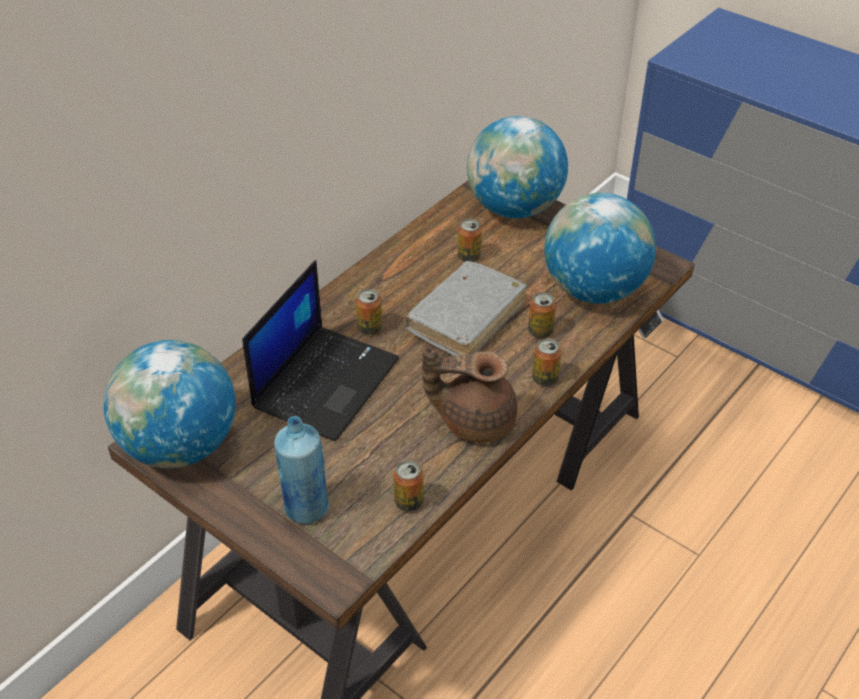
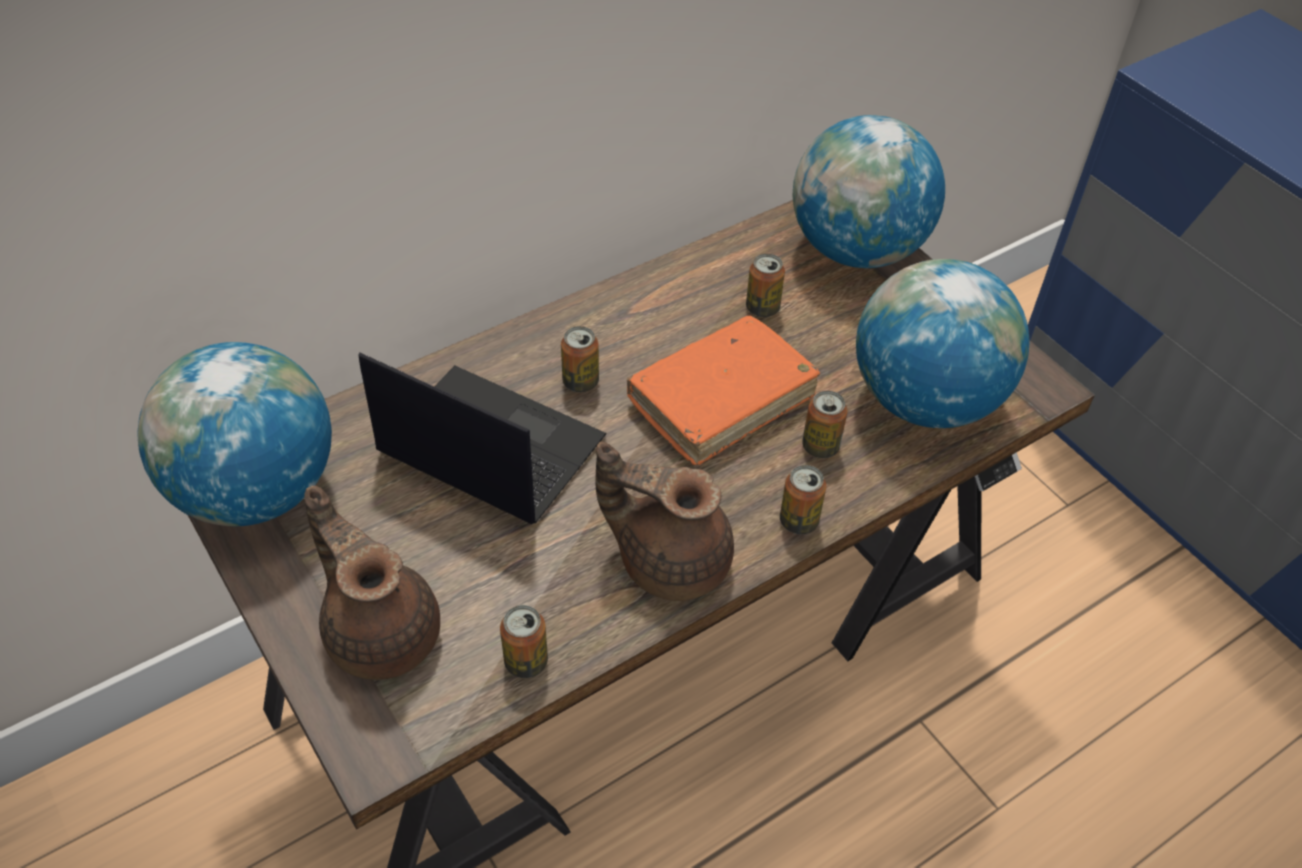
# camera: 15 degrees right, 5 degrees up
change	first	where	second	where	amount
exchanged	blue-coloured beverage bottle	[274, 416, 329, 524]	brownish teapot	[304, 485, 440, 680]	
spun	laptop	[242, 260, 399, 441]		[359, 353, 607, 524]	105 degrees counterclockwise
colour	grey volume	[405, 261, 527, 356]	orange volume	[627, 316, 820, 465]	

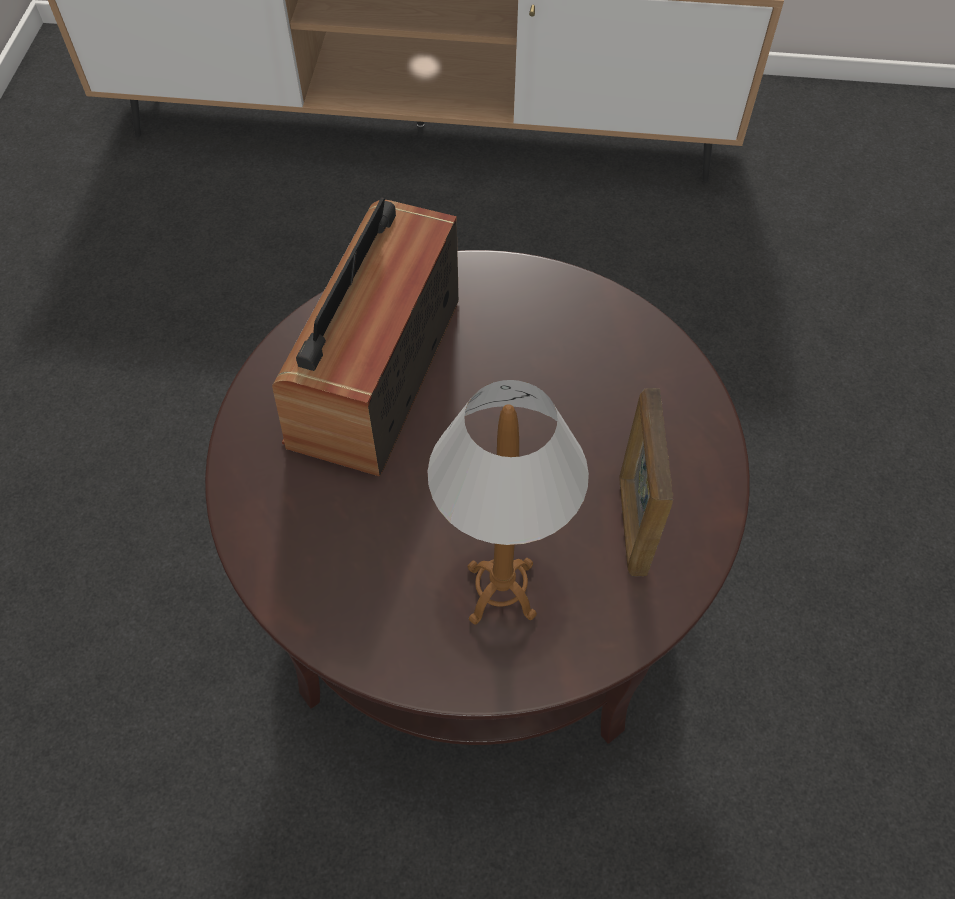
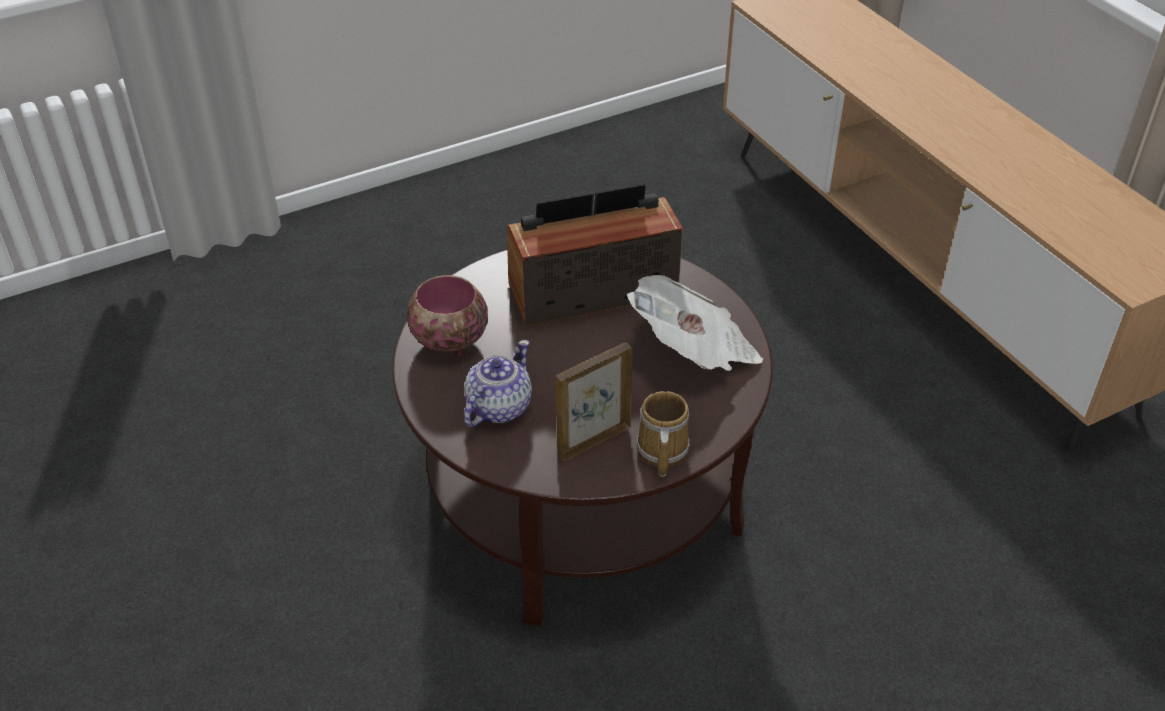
# camera: 55 degrees right, 15 degrees down
change	first	where	second	where	amount
appeared			serving bowl	[407, 275, 488, 357]	
exchanged	lamp for a table	[428, 380, 589, 625]	teapot	[464, 340, 532, 427]	
appeared			daily paper	[627, 275, 763, 371]	
appeared			mug	[636, 391, 690, 477]	

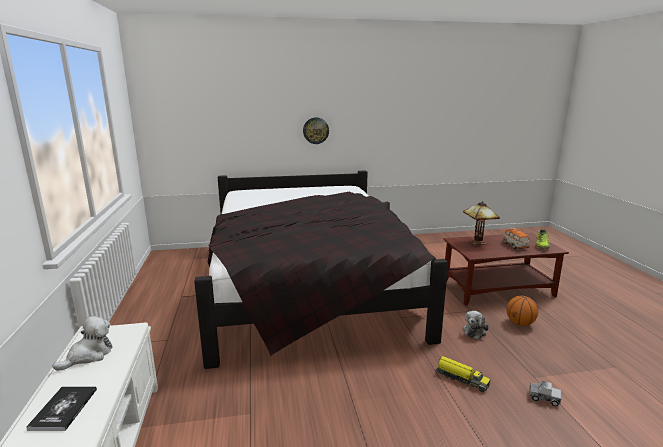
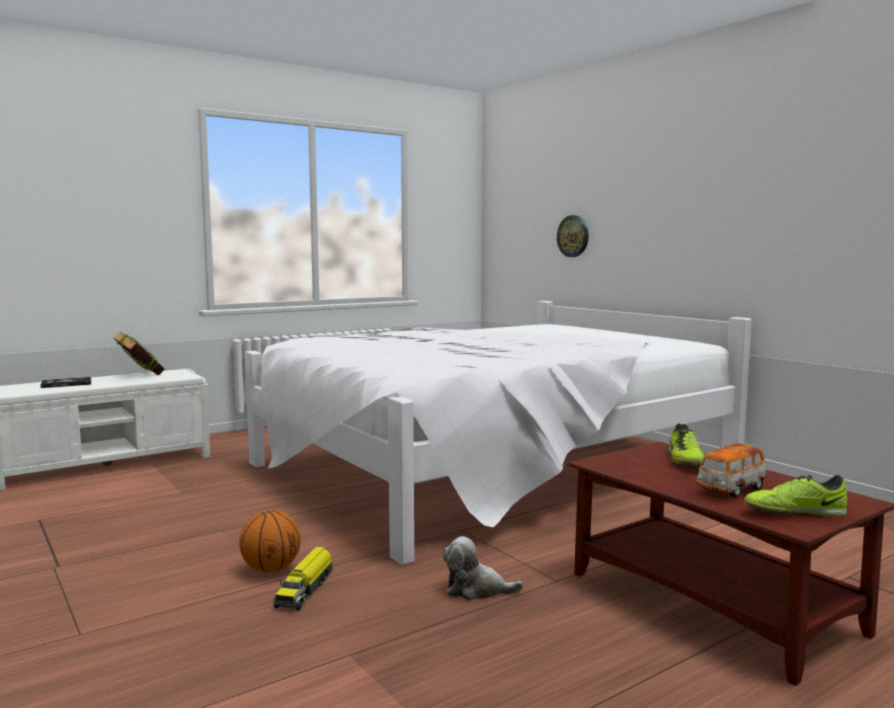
# camera: 65 degrees right, 10 degrees down
change	first	where	second	where	amount
exchanged	soft toy	[52, 316, 112, 371]	volume	[113, 331, 164, 376]	
relocated	basketball	[506, 296, 538, 326]		[239, 510, 301, 573]	
colour	blackish bed	[194, 171, 448, 369]	white-coloured bed	[245, 301, 752, 565]	
relocated	wall clock	[303, 117, 329, 144]		[557, 215, 589, 257]	
exchanged	lamp for a table	[463, 201, 500, 245]	item of footwear	[669, 423, 705, 465]	
missing	toy truck	[529, 381, 561, 407]			

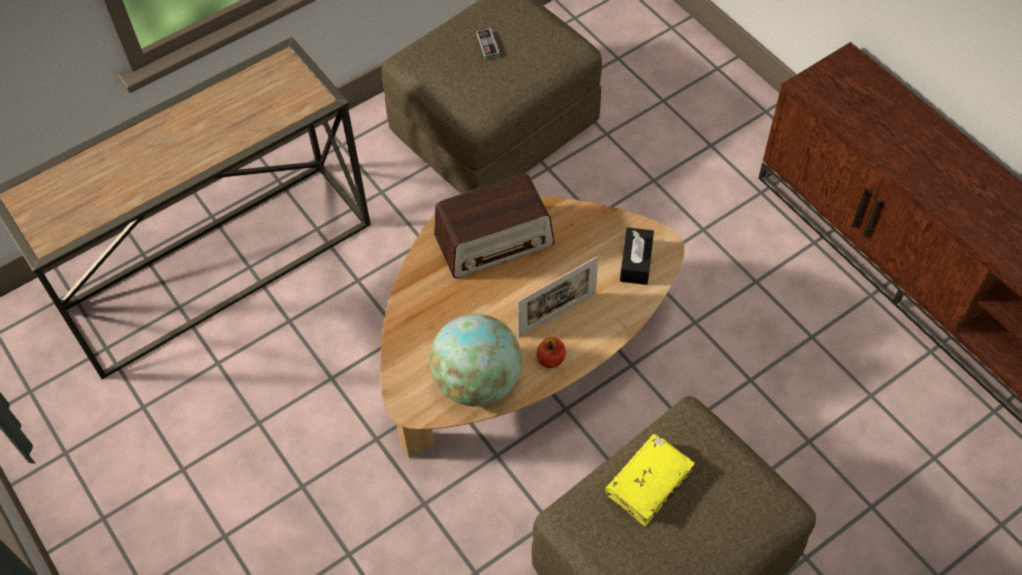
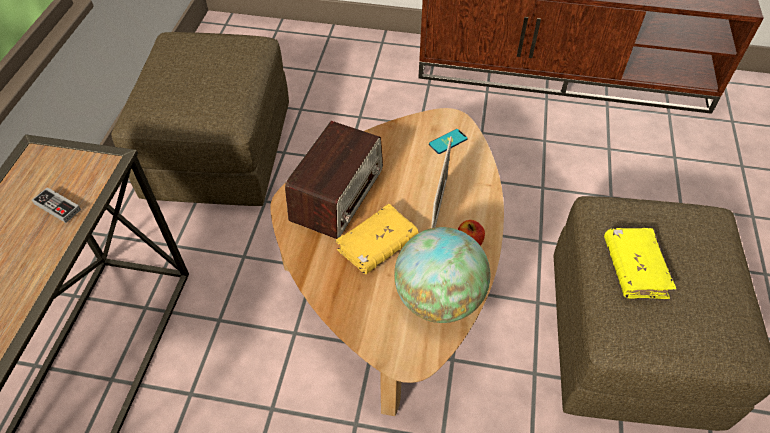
# camera: 45 degrees left, 5 degrees down
change	first	where	second	where	amount
relocated	game controller	[476, 28, 500, 59]		[32, 187, 81, 223]	
appeared			yellowish volume	[335, 204, 419, 274]	
exchanged	blackish tissue holder	[620, 227, 654, 285]	handset	[429, 129, 468, 154]	

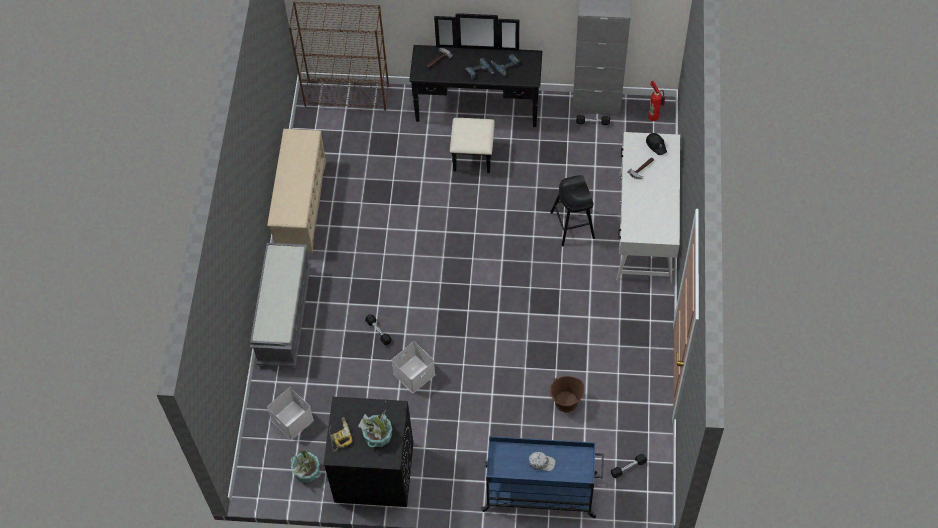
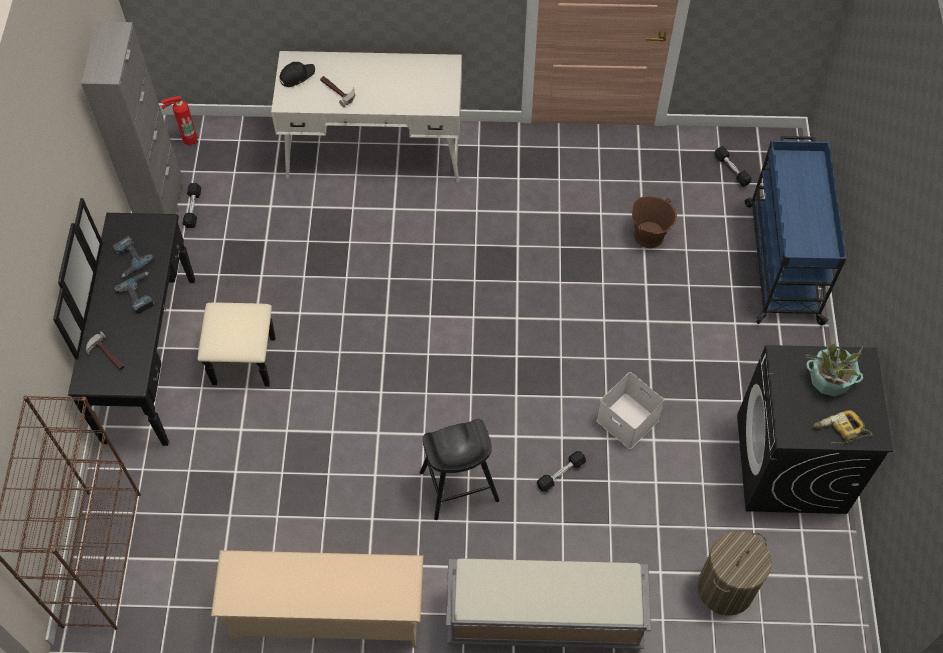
# camera: 95 degrees left, 0 degrees up
change	first	where	second	where	amount
relocated	blackish sitting stool	[550, 175, 595, 246]		[420, 419, 500, 520]	
exchanged	white-coloured storage container	[267, 387, 314, 440]	washing basket	[698, 531, 771, 616]	
missing	potted plant	[290, 451, 321, 483]			
missing	white-coloured baseball cap	[529, 452, 555, 471]			

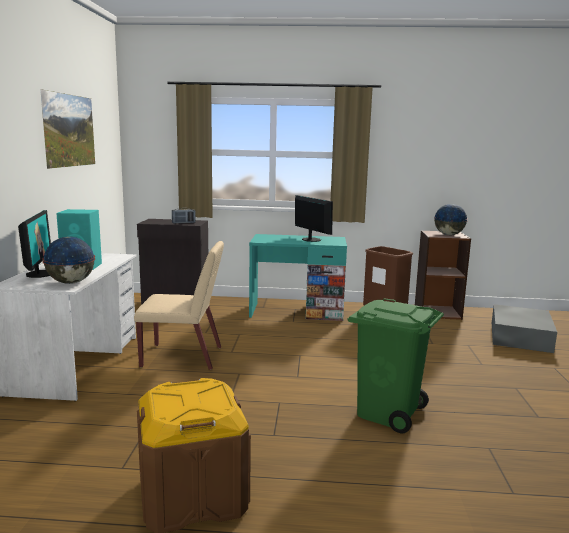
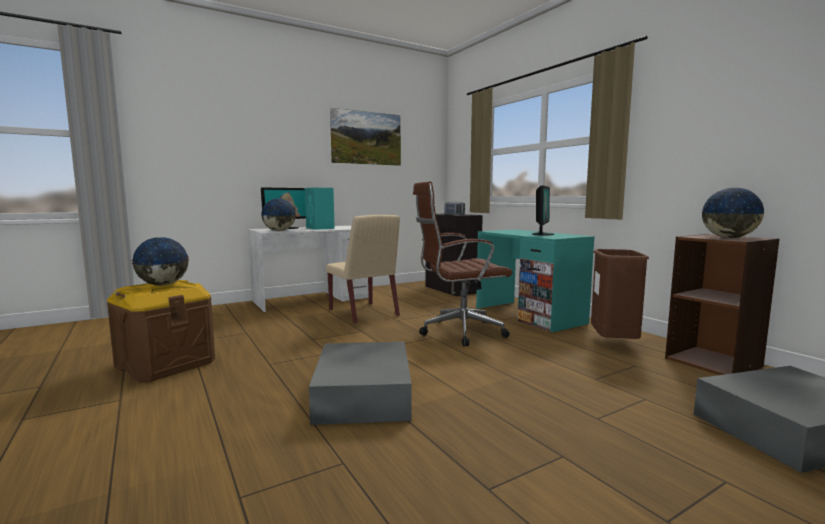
# camera: 55 degrees right, 5 degrees down
change	first	where	second	where	amount
appeared			globe	[131, 237, 189, 286]	
exchanged	green rubbish bin	[348, 298, 444, 433]	grey storage container	[309, 342, 412, 425]	
appeared			brownish desk chair	[413, 181, 513, 346]	

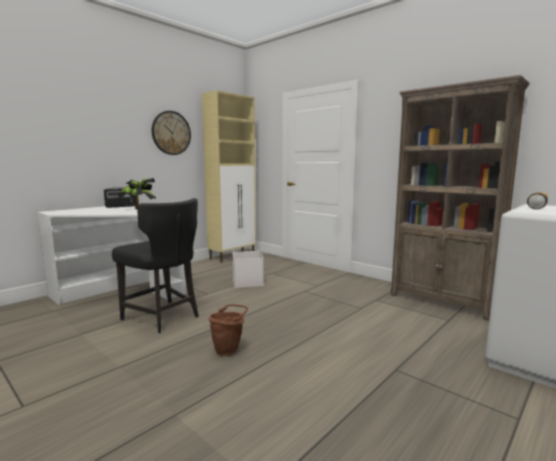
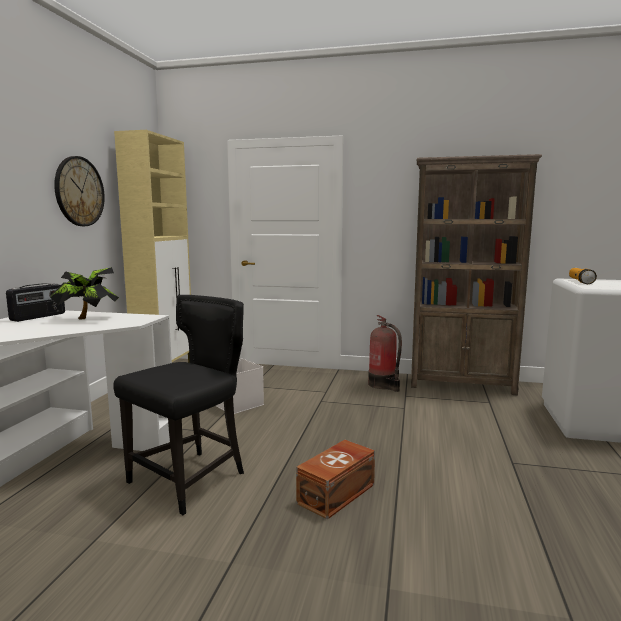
# camera: 30 degrees left, 0 degrees up
change	first	where	second	where	amount
spun	blackish plain chair	[112, 198, 199, 333]		[113, 295, 244, 515]	60 degrees counterclockwise
exchanged	brownish water bucket	[209, 304, 248, 356]	brownish storage container	[296, 440, 375, 520]	
appeared			extinguisher	[368, 315, 402, 392]	

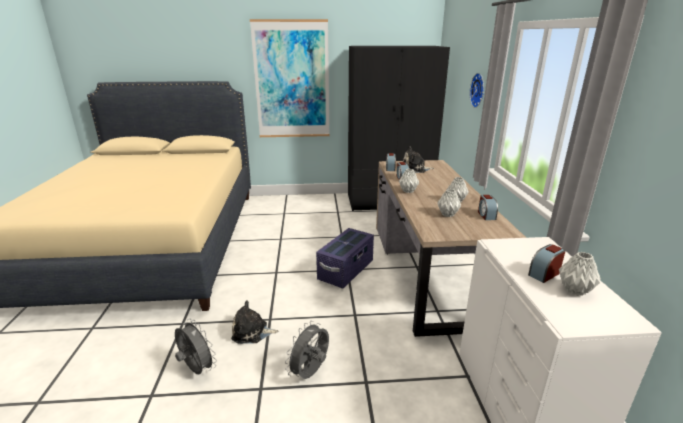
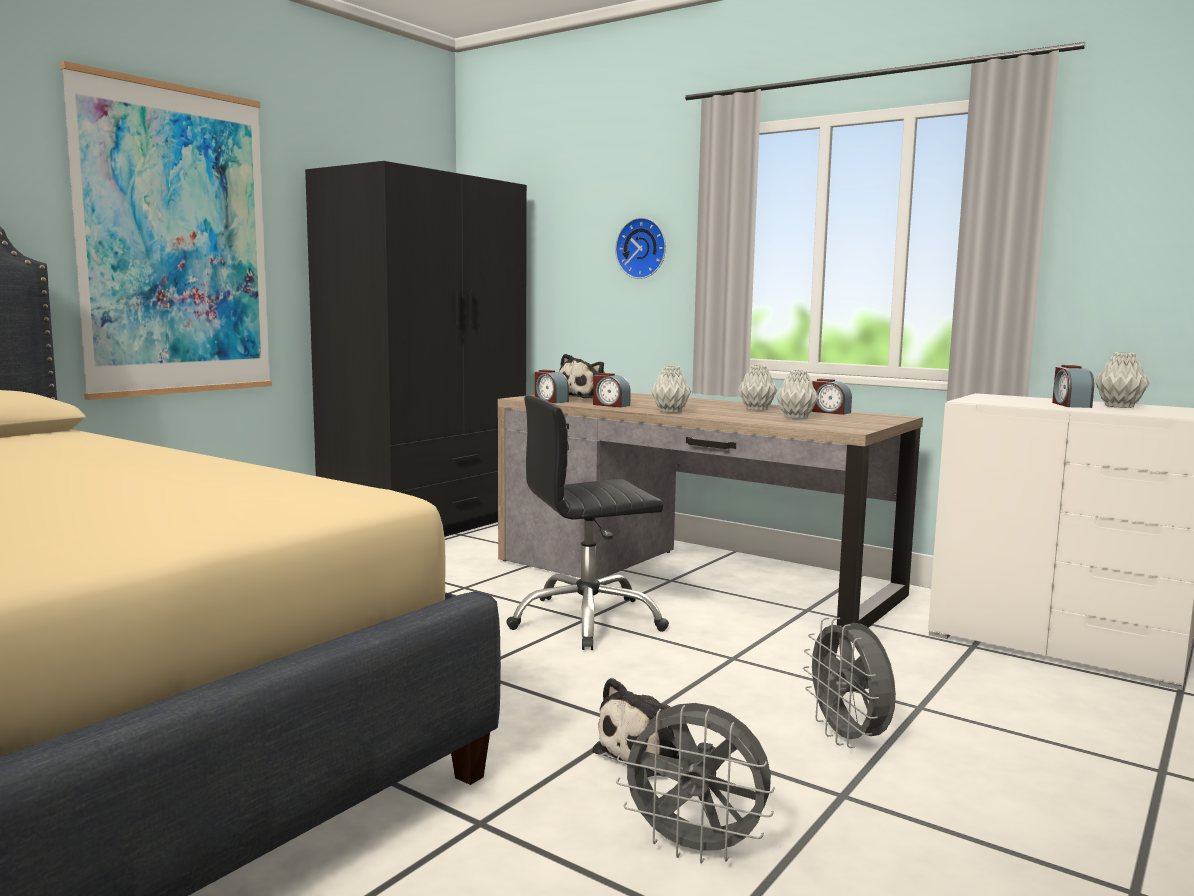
# camera: 50 degrees left, 15 degrees down
change	first	where	second	where	amount
exchanged	purplish storage container	[316, 228, 374, 288]	blackish desk chair	[506, 395, 669, 650]	
spun	grey electric fan	[175, 318, 217, 374]		[616, 703, 775, 864]	150 degrees counterclockwise

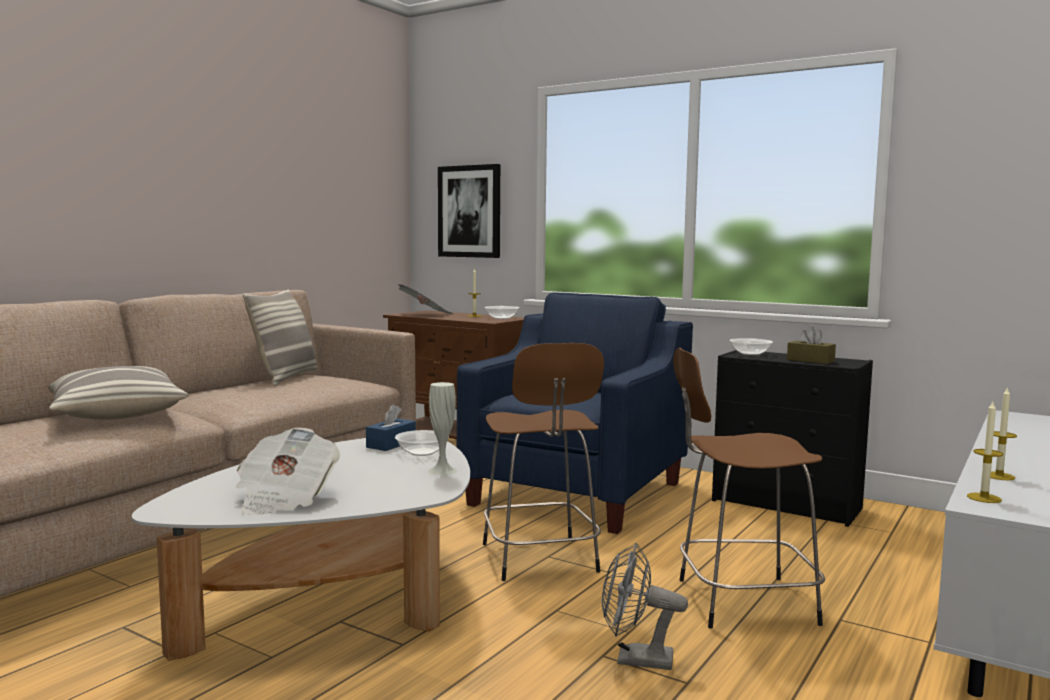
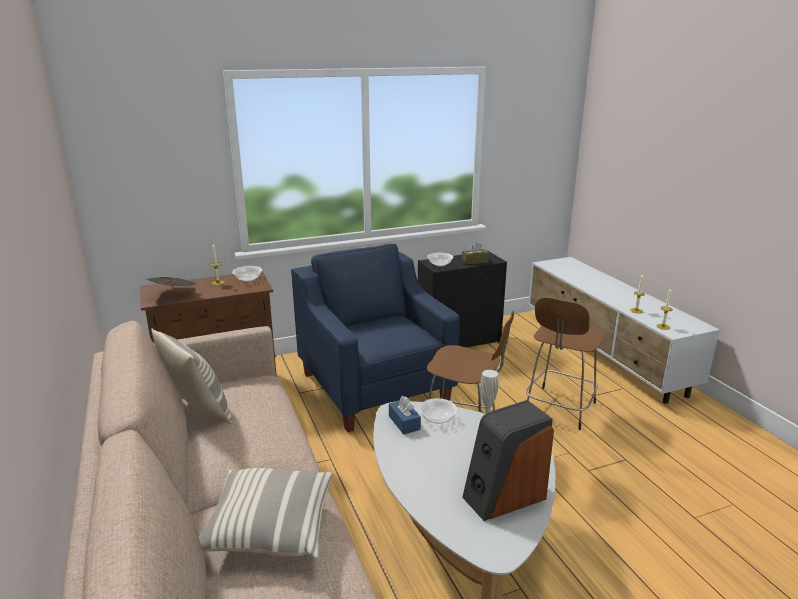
# camera: 55 degrees left, 15 degrees up
change	first	where	second	where	amount
exchanged	daily paper	[236, 428, 340, 515]	speaker	[462, 400, 554, 521]	
missing	picture	[438, 164, 500, 258]			
missing	grey electric fan	[602, 543, 688, 670]			

